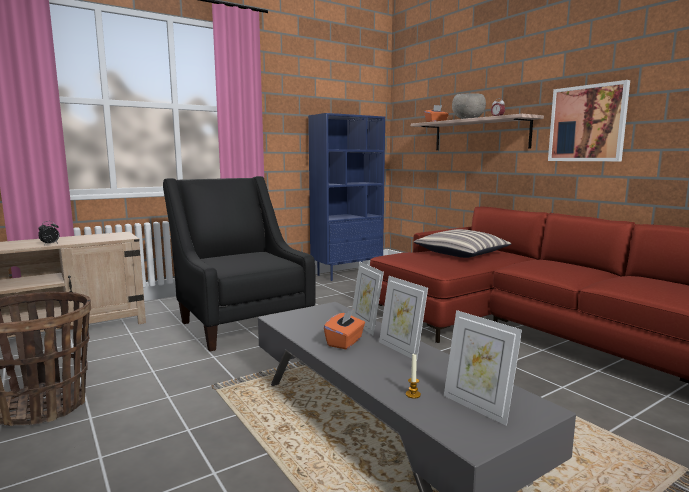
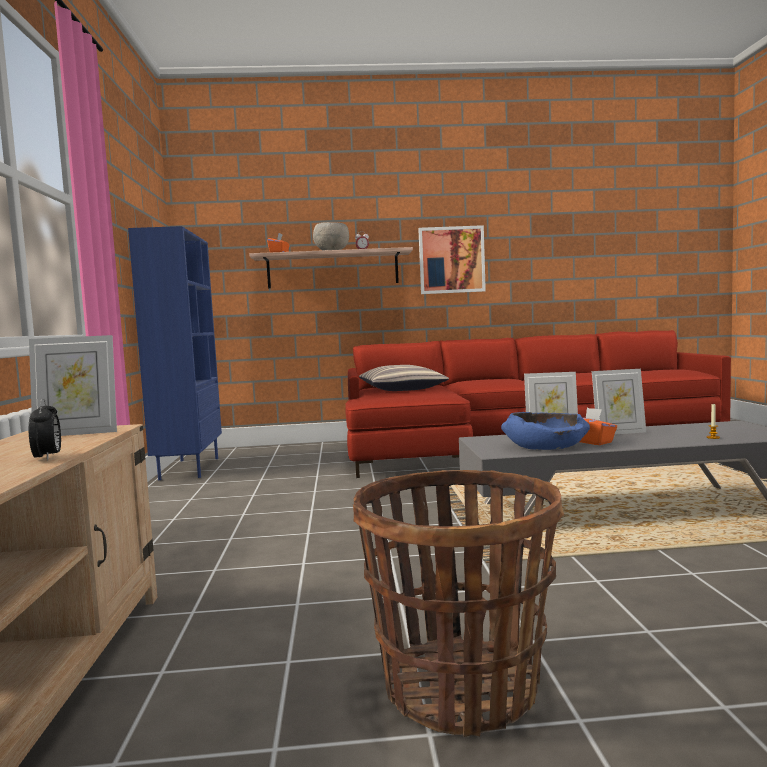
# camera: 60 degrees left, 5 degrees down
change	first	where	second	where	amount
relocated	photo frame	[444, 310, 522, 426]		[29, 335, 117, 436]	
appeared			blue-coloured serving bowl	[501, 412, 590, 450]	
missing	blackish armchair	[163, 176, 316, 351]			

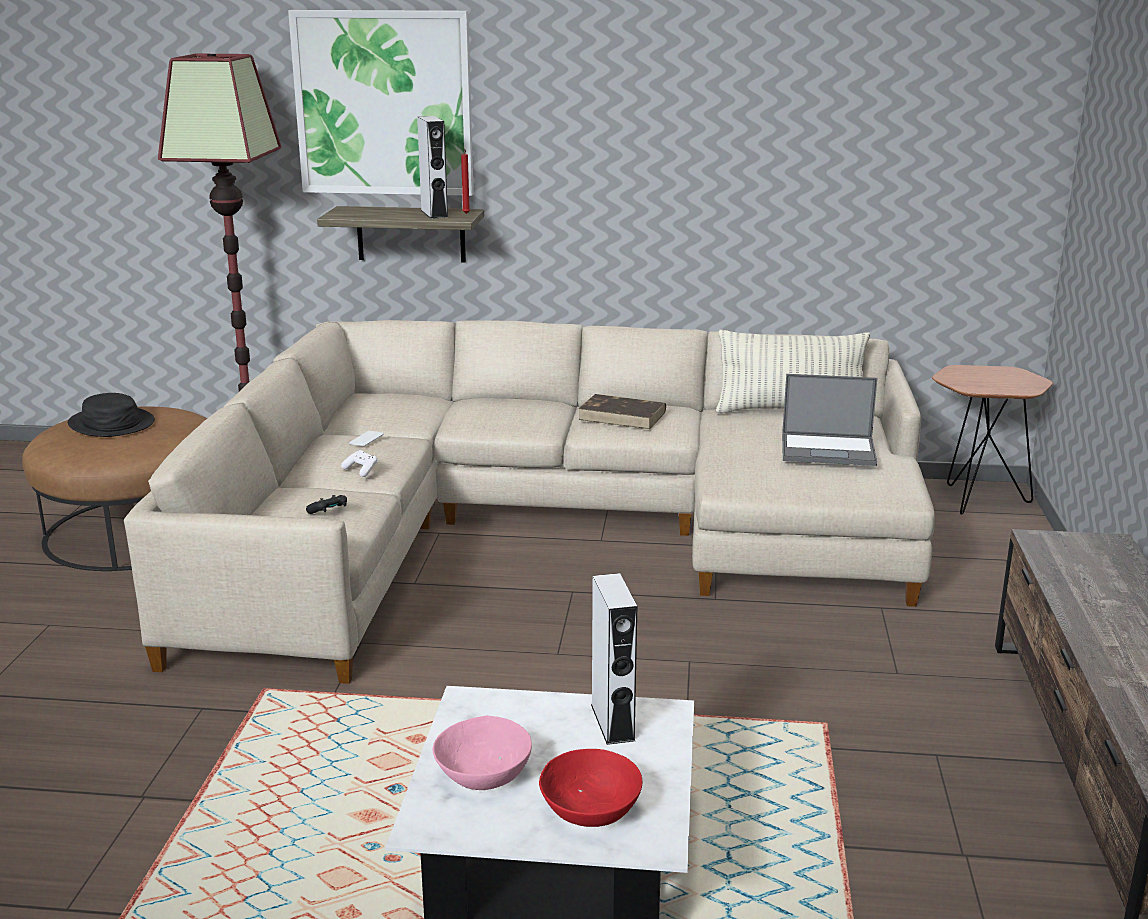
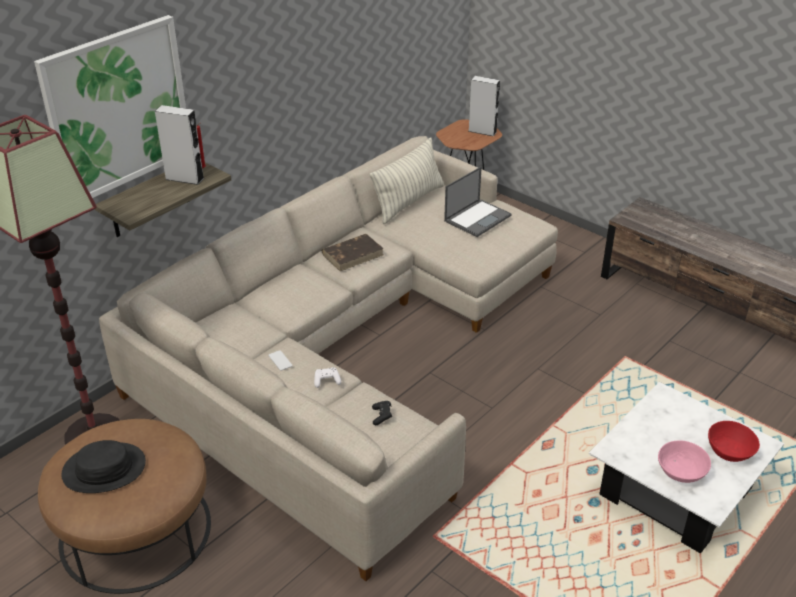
# camera: 55 degrees left, 15 degrees up
change	first	where	second	where	amount
relocated	grey speaker	[591, 573, 637, 745]		[468, 76, 500, 136]	

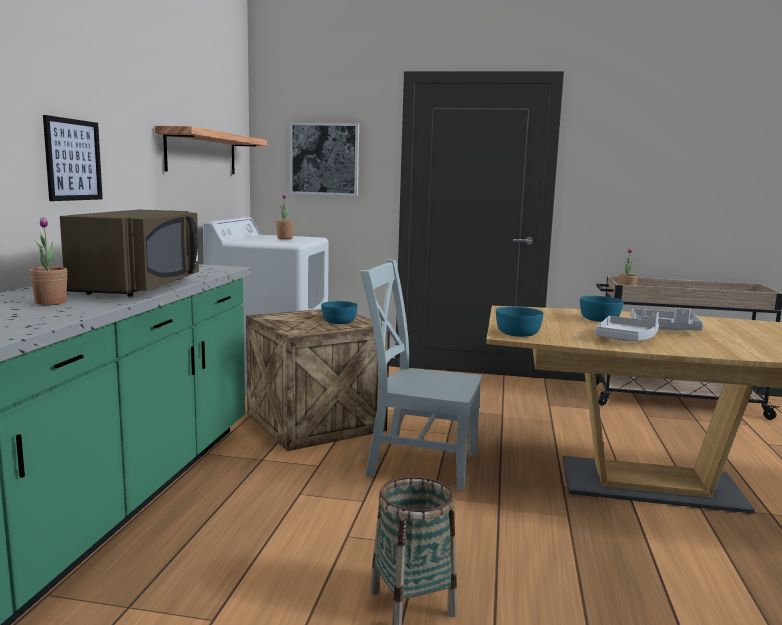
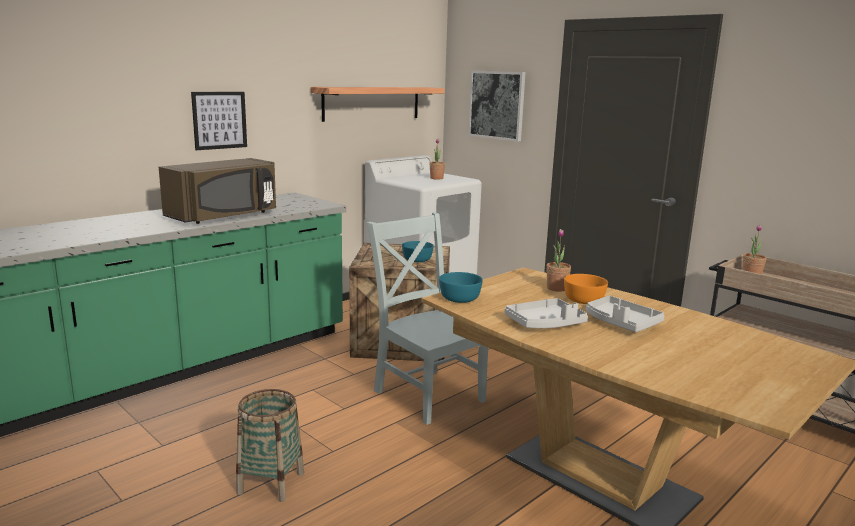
# camera: 35 degrees right, 5 degrees up
change	first	where	second	where	amount
relocated	potted plant	[29, 217, 68, 305]		[546, 229, 571, 292]	
colour	turquoise-coloured serving bowl	[580, 296, 624, 322]	orange serving bowl	[564, 274, 608, 304]	

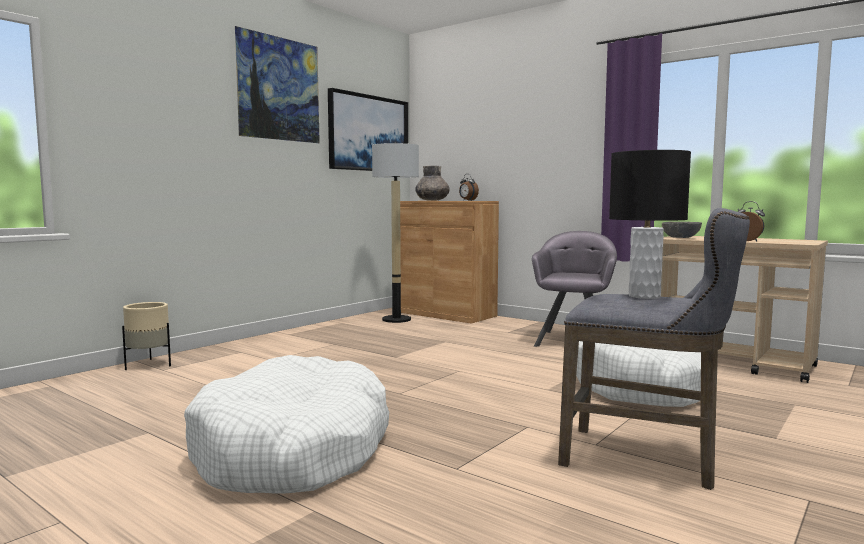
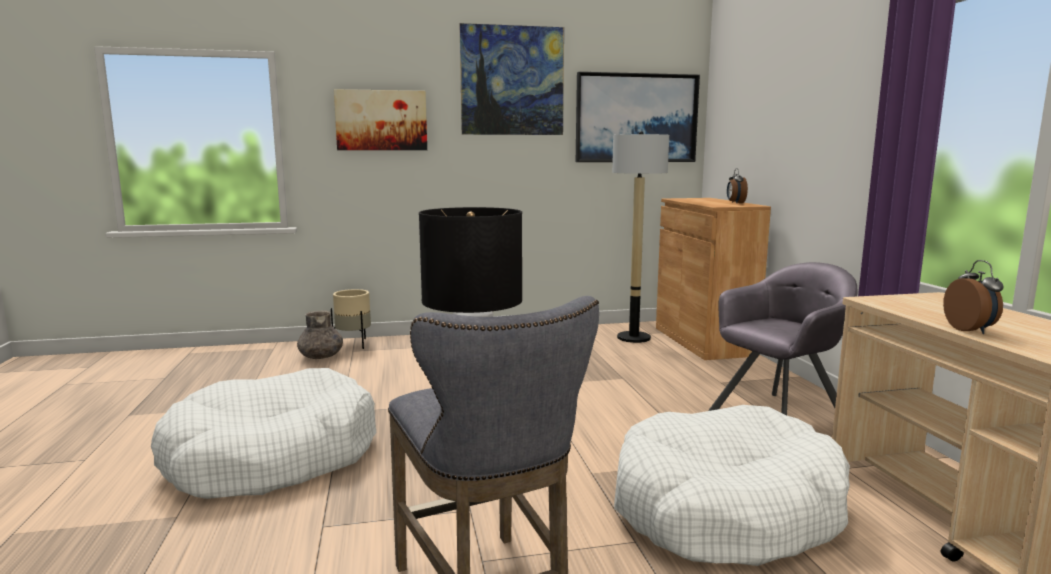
# camera: 40 degrees right, 5 degrees up
change	first	where	second	where	amount
relocated	grey vase	[415, 166, 450, 201]		[297, 310, 343, 359]	
appeared			picture	[334, 89, 427, 150]	
missing	grey serving bowl	[662, 222, 702, 238]			

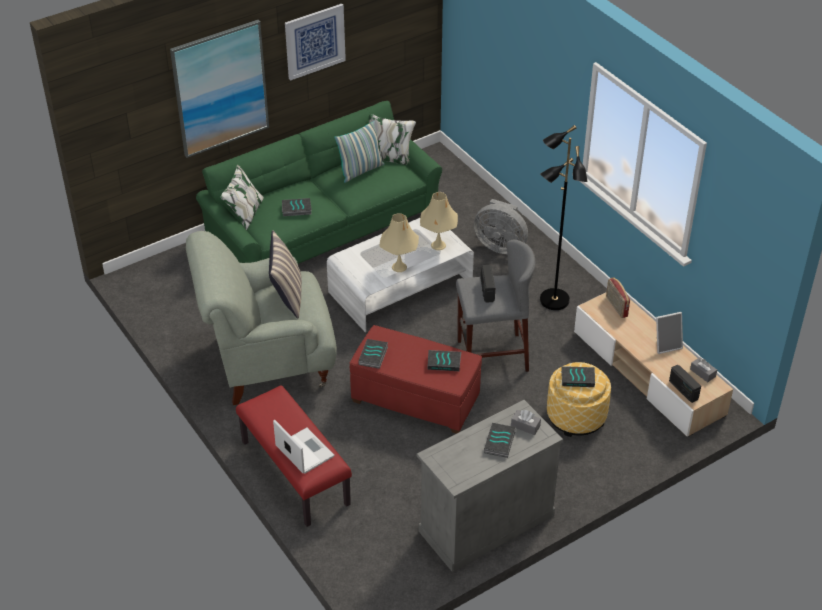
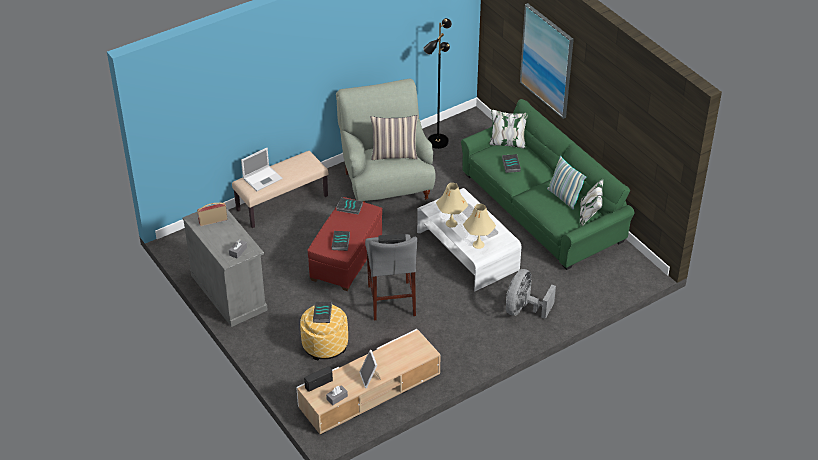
# camera: 90 degrees right, 0 degrees up
change	first	where	second	where	amount
relocated	radio receiver	[606, 278, 630, 318]		[197, 203, 228, 226]	
colour	red indoor bench	[236, 385, 352, 527]	sand-coloured indoor bench	[232, 151, 328, 228]	
relocated	blackish standing lamp	[540, 125, 588, 310]		[423, 18, 452, 149]	
missing	picture	[285, 4, 346, 81]			
missing	volume	[484, 423, 516, 458]			

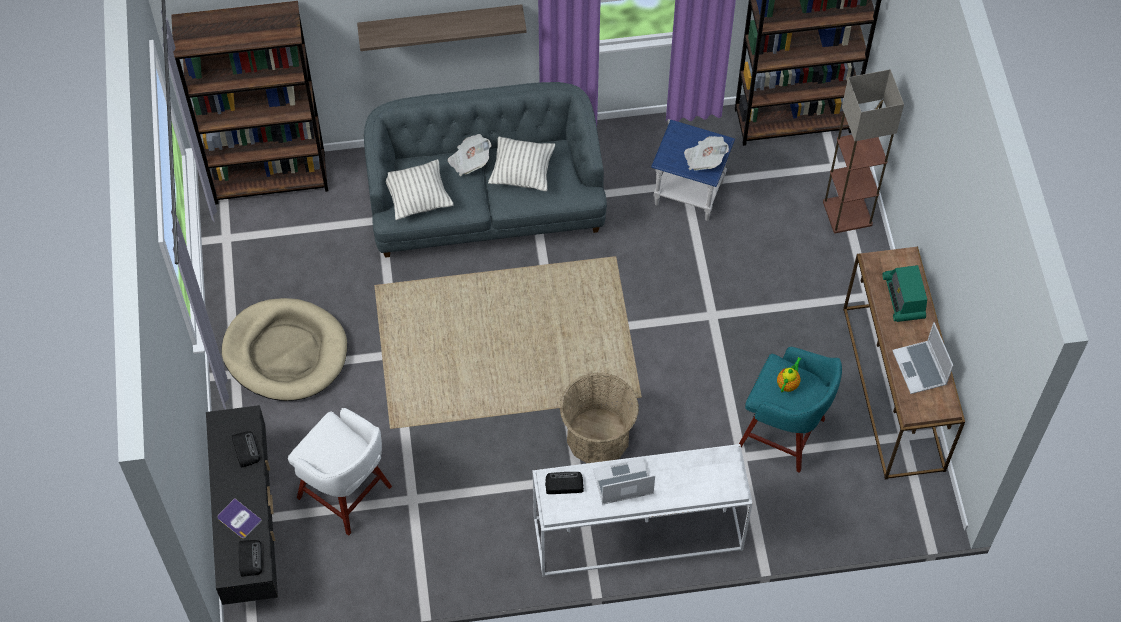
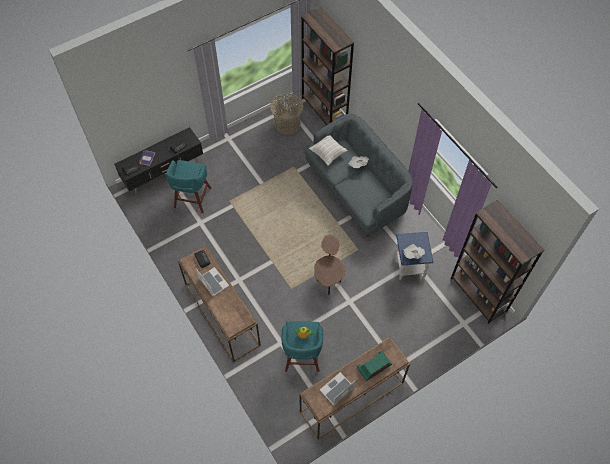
# camera: 65 degrees right, 0 degrees up
change	first	where	second	where	amount
colour	white-coloured sitting stool	[288, 408, 392, 536]	turquoise-coloured sitting stool	[165, 160, 211, 213]	
colour	white-coloured console table	[533, 444, 753, 577]	brownish console table	[178, 246, 261, 362]	
relocated	household basket	[560, 372, 639, 463]		[270, 93, 304, 135]	
appeared			brownish side table	[314, 235, 345, 295]	
missing	sand-coloured pet bed	[221, 298, 347, 401]			
missing	wall shelf	[357, 4, 527, 51]			
missing	cushion	[488, 136, 555, 191]			
missing	standing lamp	[823, 69, 904, 233]			

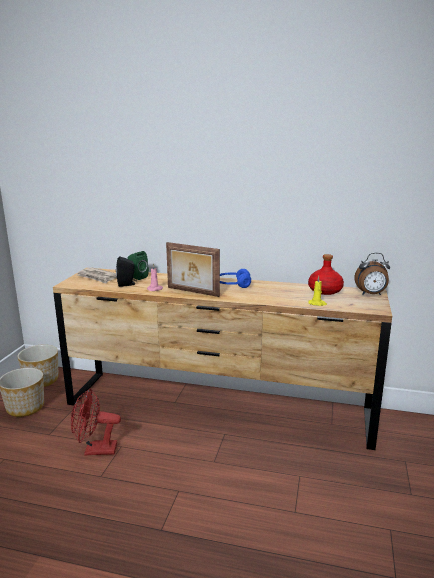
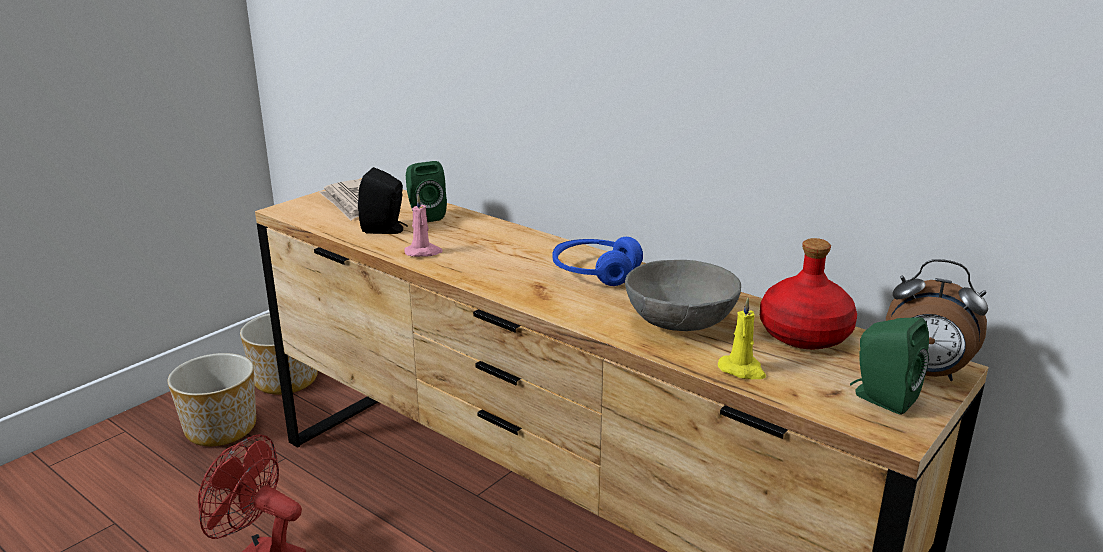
# camera: 25 degrees right, 5 degrees up
change	first	where	second	where	amount
appeared			grey serving bowl	[625, 260, 741, 331]	
appeared			green speaker	[850, 317, 929, 415]	
missing	photo frame	[166, 242, 220, 297]			

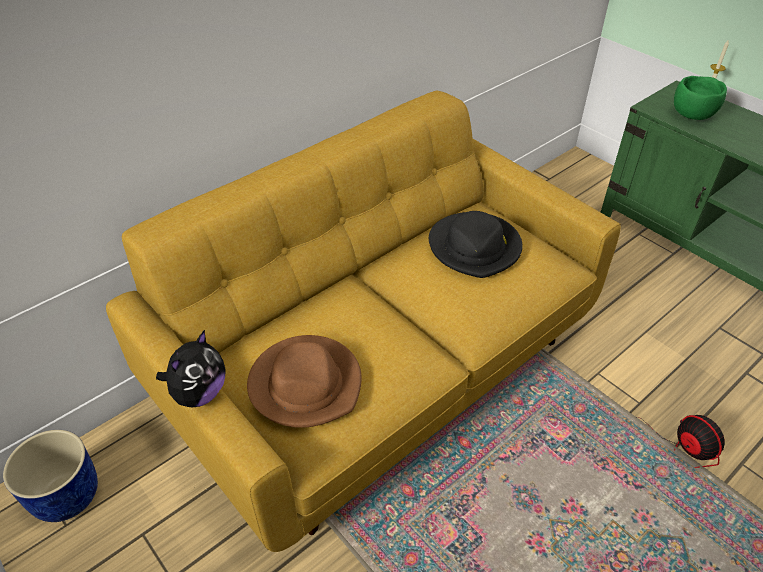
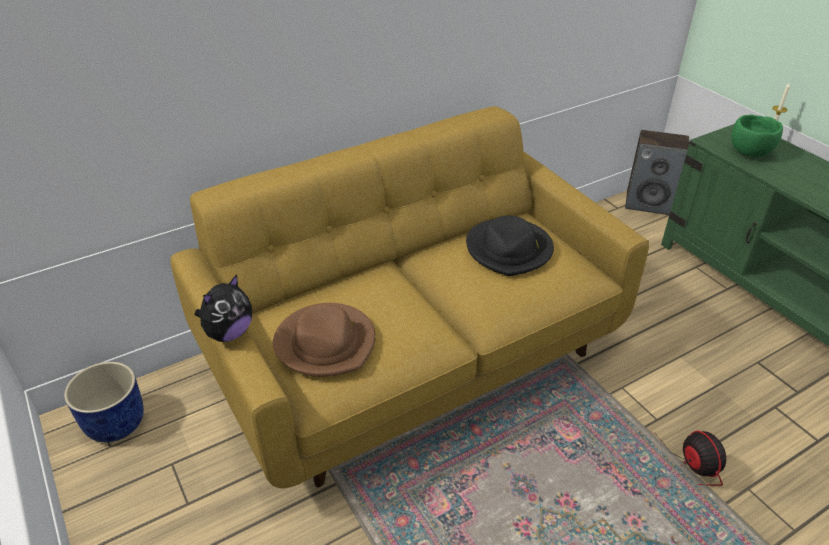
# camera: 10 degrees right, 5 degrees down
change	first	where	second	where	amount
appeared			speaker	[625, 130, 689, 215]	

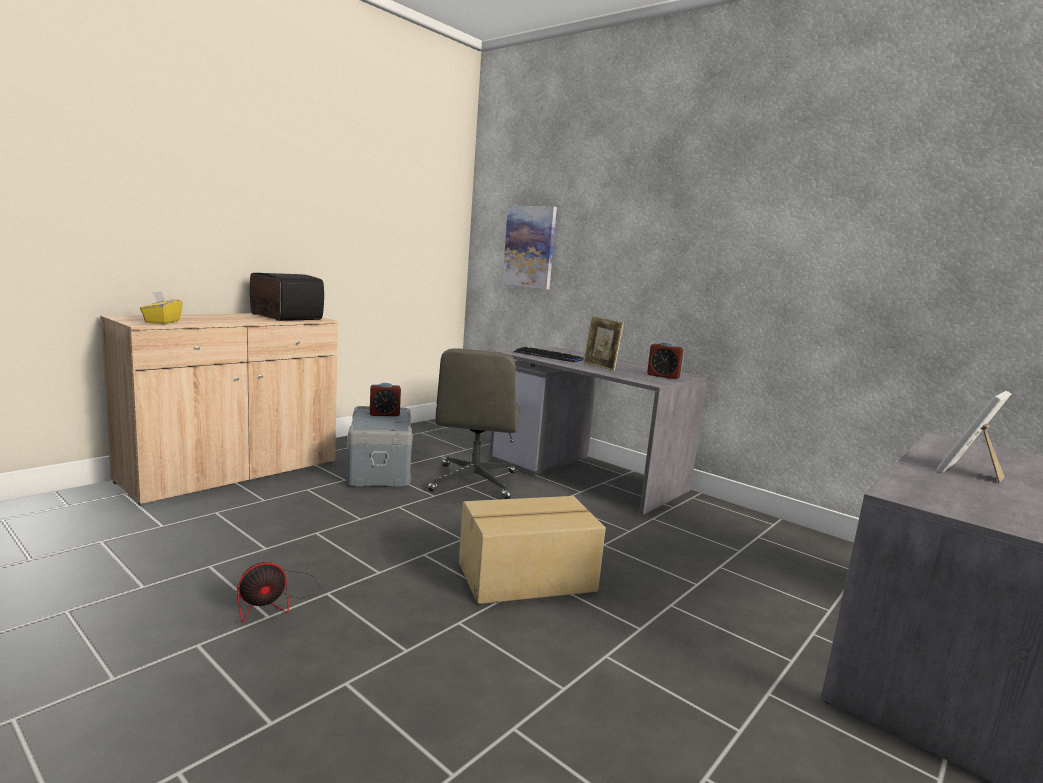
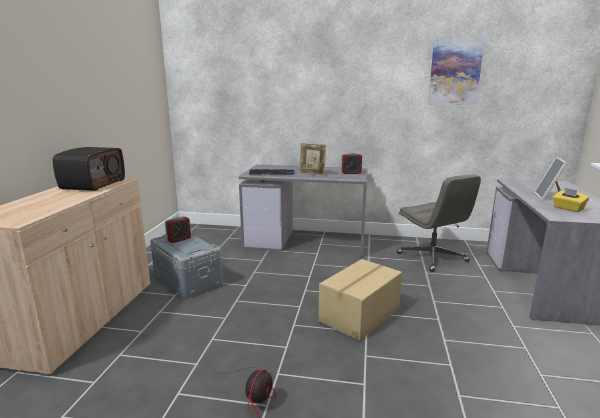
# camera: 30 degrees left, 5 degrees up
change	first	where	second	where	amount
spun	radio receiver	[250, 273, 324, 321]		[52, 147, 125, 191]	90 degrees clockwise
relocated	grey desk chair	[428, 349, 520, 499]		[397, 174, 481, 272]	
relocated	picture	[502, 206, 557, 290]		[428, 39, 485, 105]	
relocated	yellowish tissue holder	[140, 291, 183, 324]		[552, 188, 589, 212]	

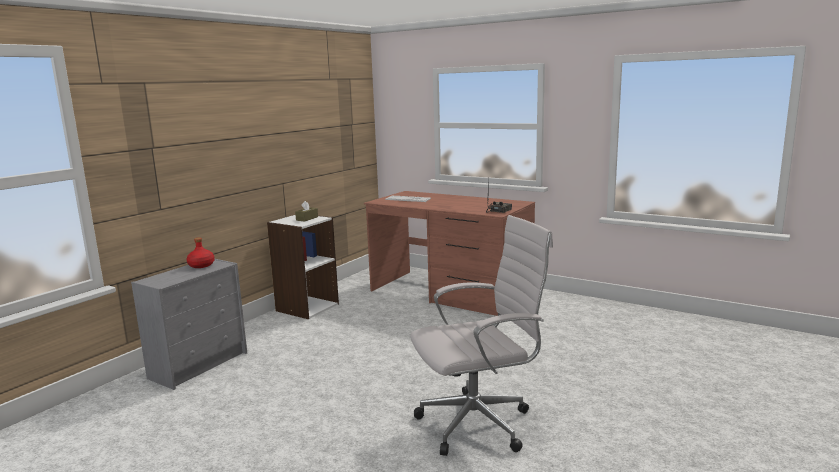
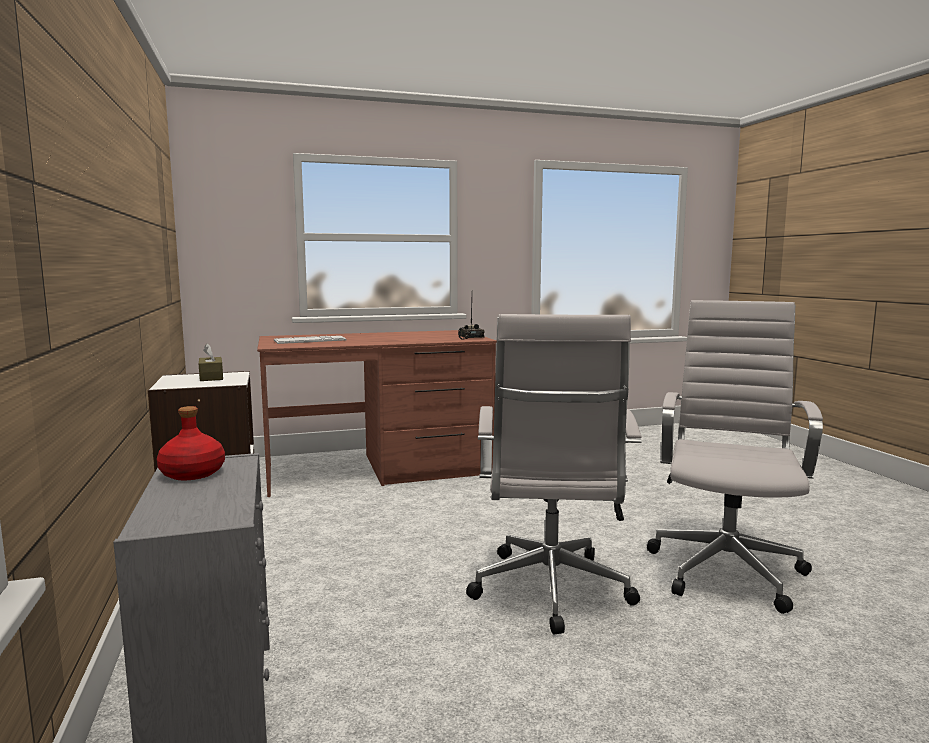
# camera: 50 degrees left, 5 degrees down
change	first	where	second	where	amount
appeared			white-coloured desk chair	[466, 314, 642, 634]	

